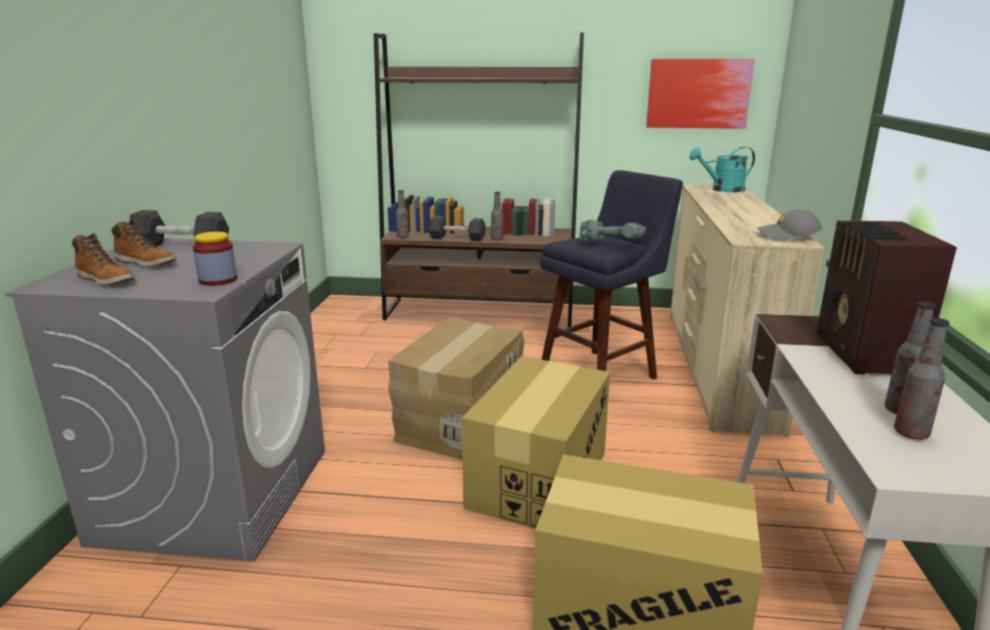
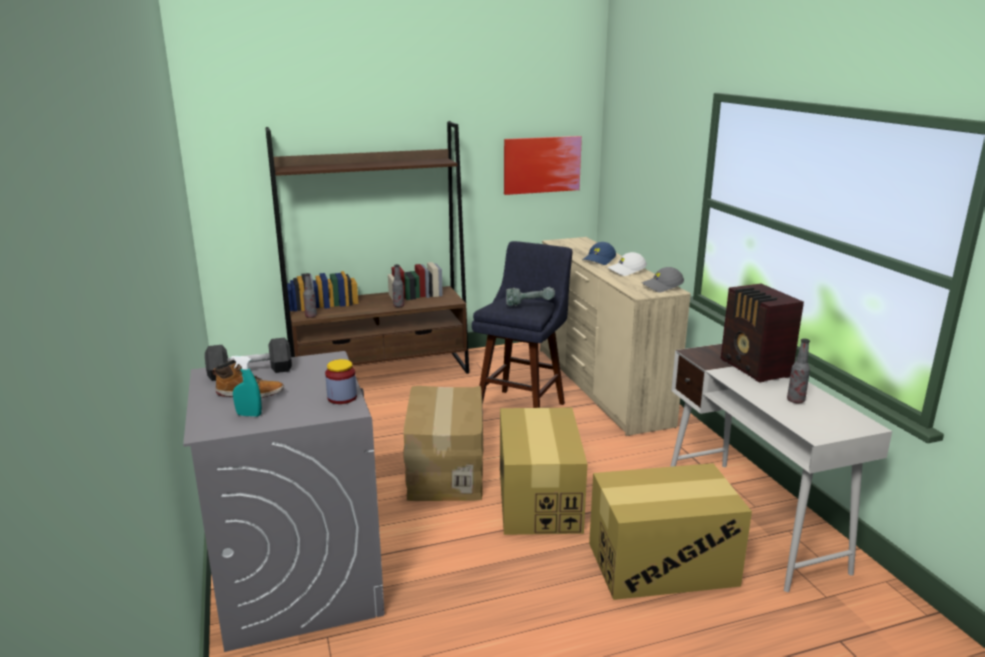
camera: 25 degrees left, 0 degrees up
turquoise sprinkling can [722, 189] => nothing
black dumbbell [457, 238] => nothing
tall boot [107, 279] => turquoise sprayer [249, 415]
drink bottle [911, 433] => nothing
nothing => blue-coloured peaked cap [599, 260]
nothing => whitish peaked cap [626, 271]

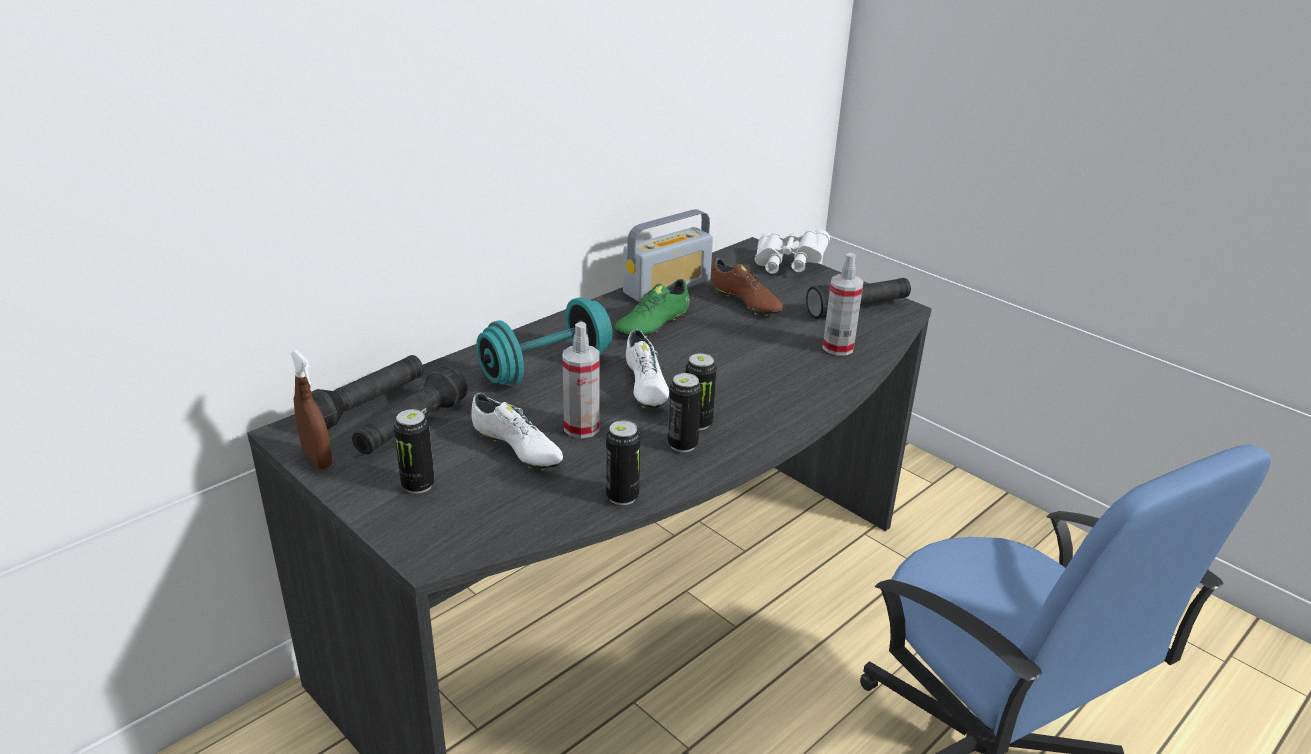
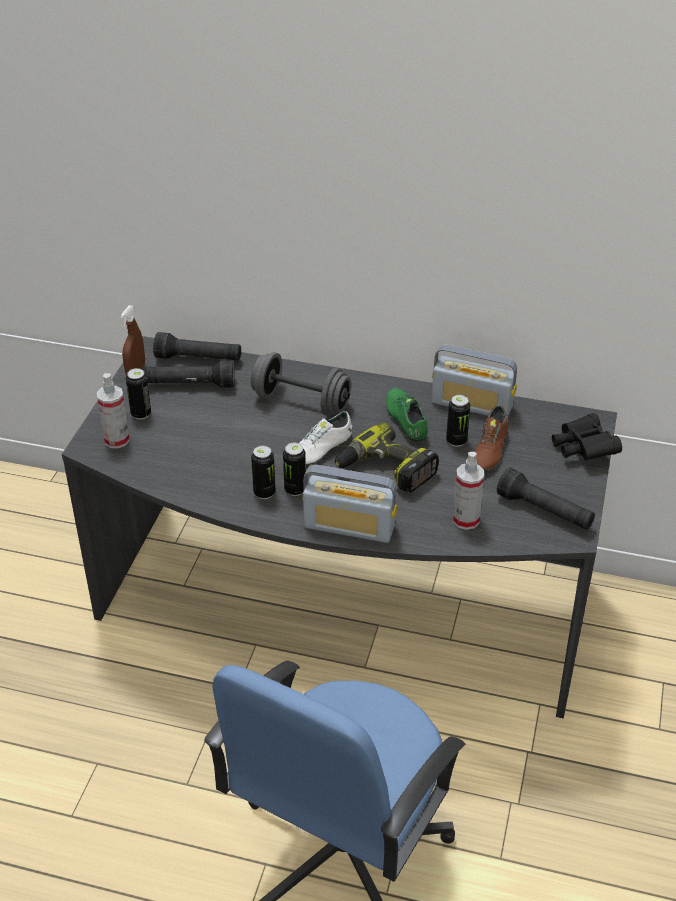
camera: 60 degrees right, 10 degrees up
whitish pair of binoculars [788, 265] => black pair of binoculars [582, 449]
green low shoe [652, 324] => green low shoe [406, 421], 60 degrees clockwise
turquoise dumbbell [546, 368] => gray dumbbell [301, 402]
sprayer [581, 428] => sprayer [117, 440], moved
whitish low shoe [517, 449] => nothing
sealed can [622, 497] => sealed can [456, 441], moved
nothing => electric drill [385, 470]
nothing => radio receiver [349, 526]

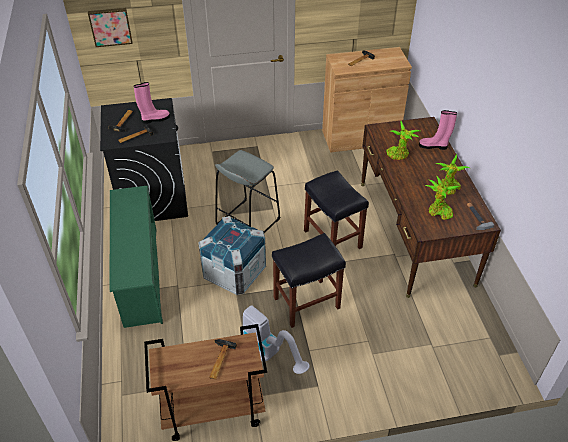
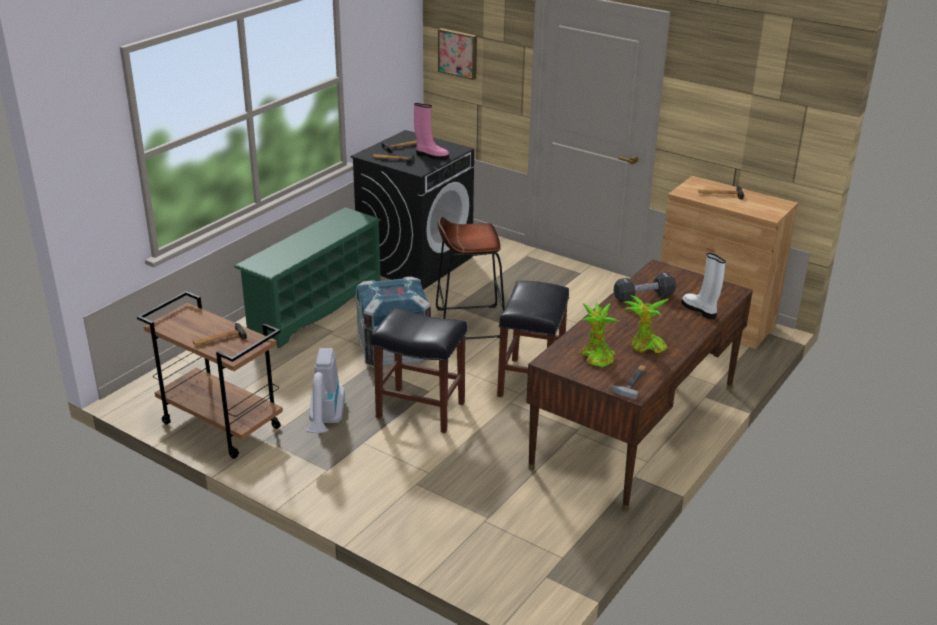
camera: 45 degrees right, 15 degrees down
pink tall boot [434, 146] => whitish tall boot [700, 310]
potted plant [399, 154] => black dumbbell [643, 297]
gray stool [247, 222] => brown-coloured stool [469, 323]

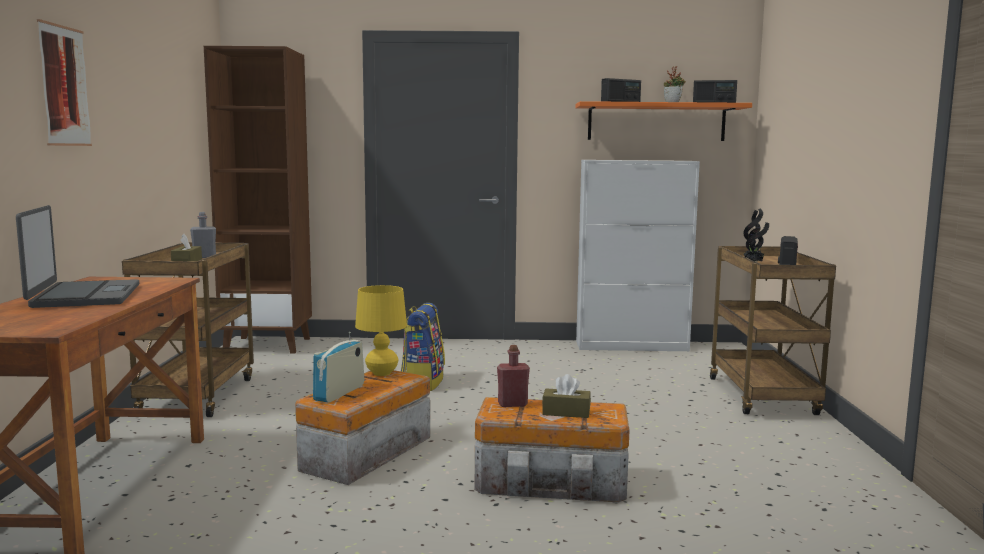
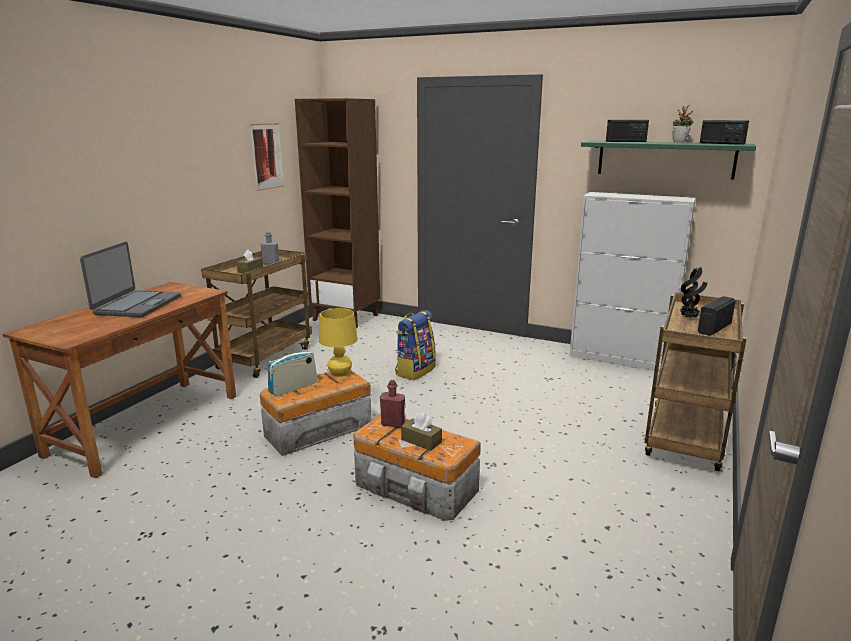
camera: 25 degrees right, 10 degrees up
picture [64, 86] => picture [267, 156], moved
orange-coloured shelf [656, 122] => green shelf [665, 159]

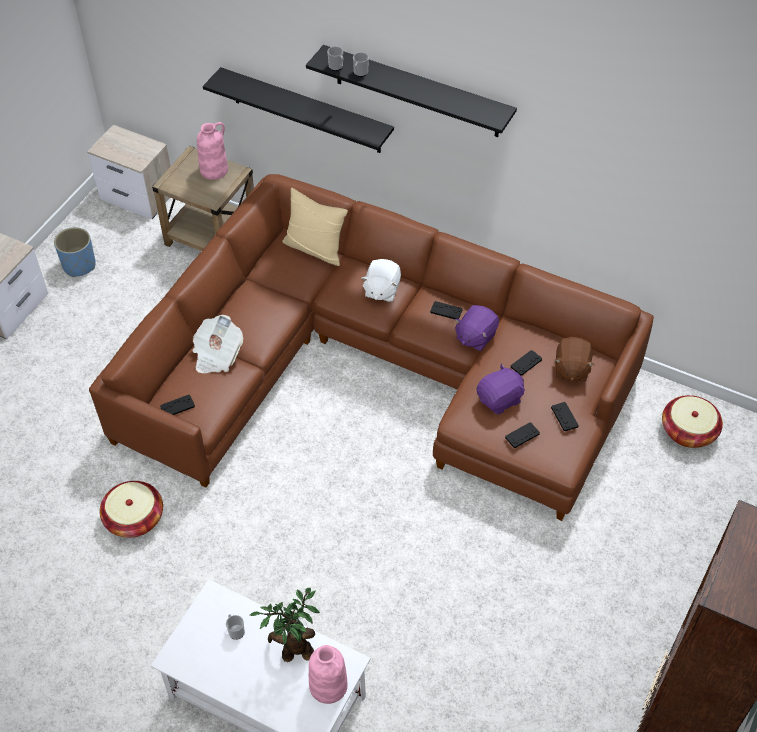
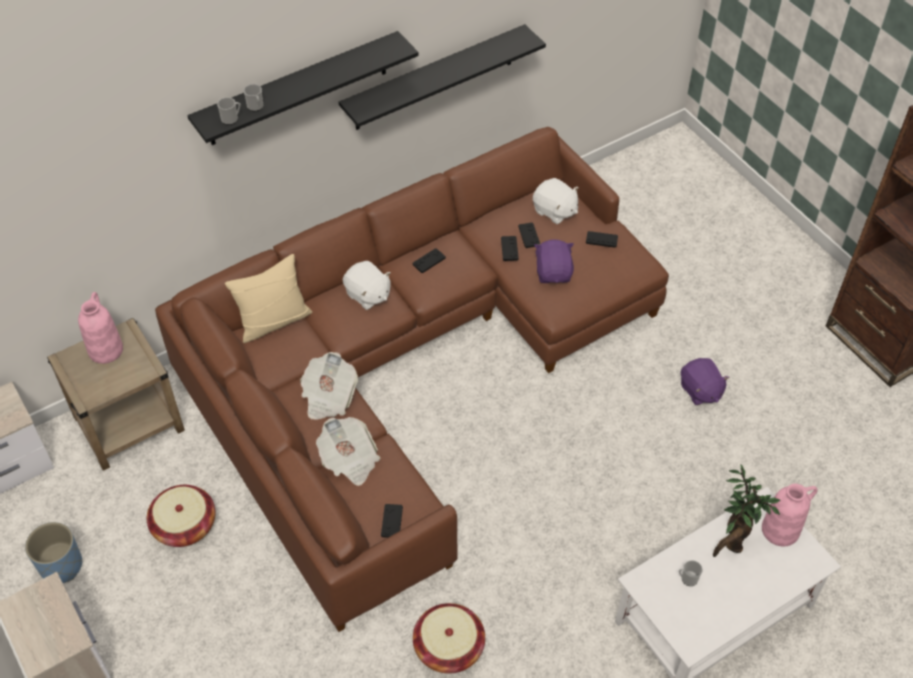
camera: 60 degrees left, 0 degrees up
black shelf [306, 111] => black shelf [434, 78], moved
purplish cuddly toy [475, 337] => purplish cuddly toy [700, 390], moved
brown-coloured cuddly toy [571, 369] => whitish cuddly toy [554, 211]
household basket [688, 431] => household basket [184, 525], moved
black game controller [522, 435] => black game controller [509, 249], moved
nothing => newspaper [328, 397]

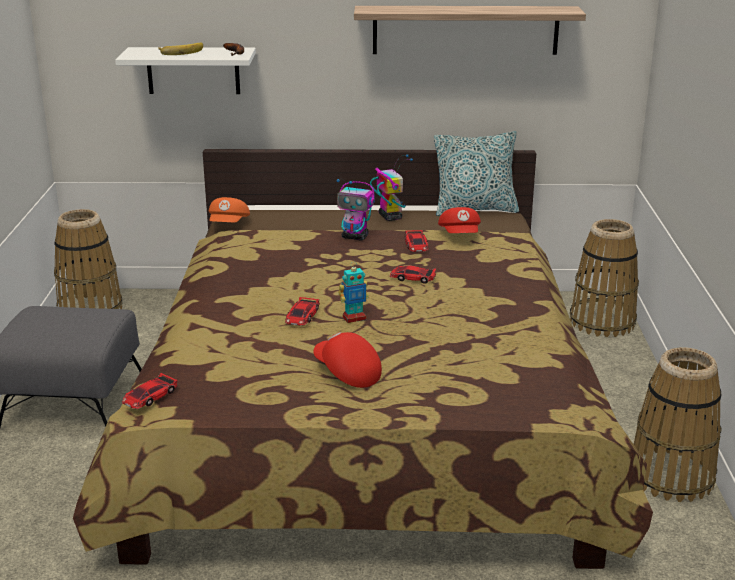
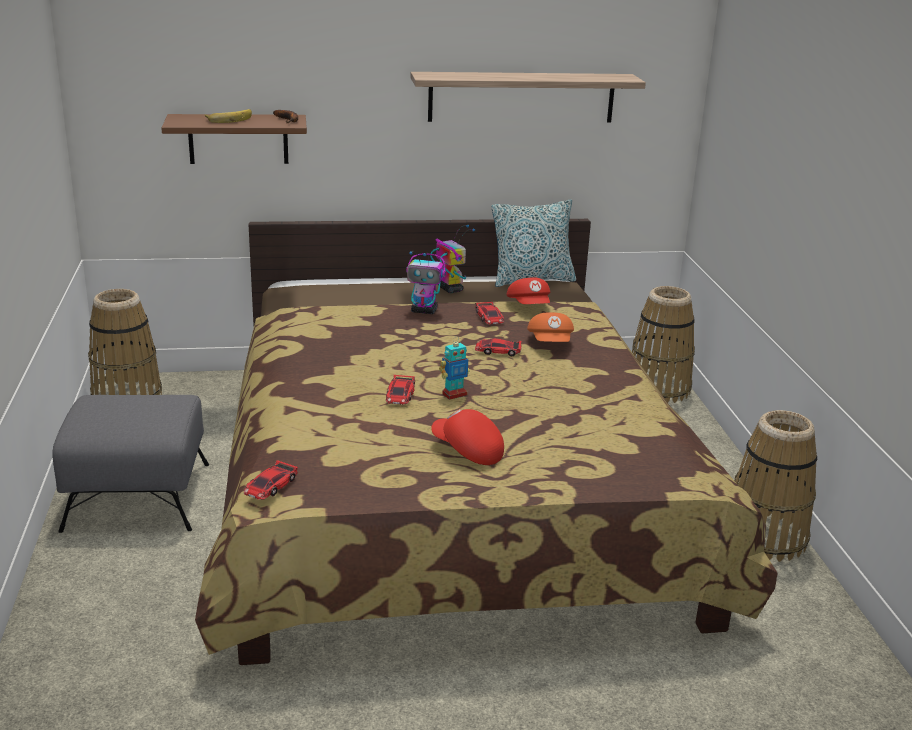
camera: 10 degrees left, 0 degrees up
whitish shelf [193, 70] => brown-coloured shelf [238, 139]
orange-coloured peaked cap [229, 224] => orange-coloured peaked cap [551, 343], moved

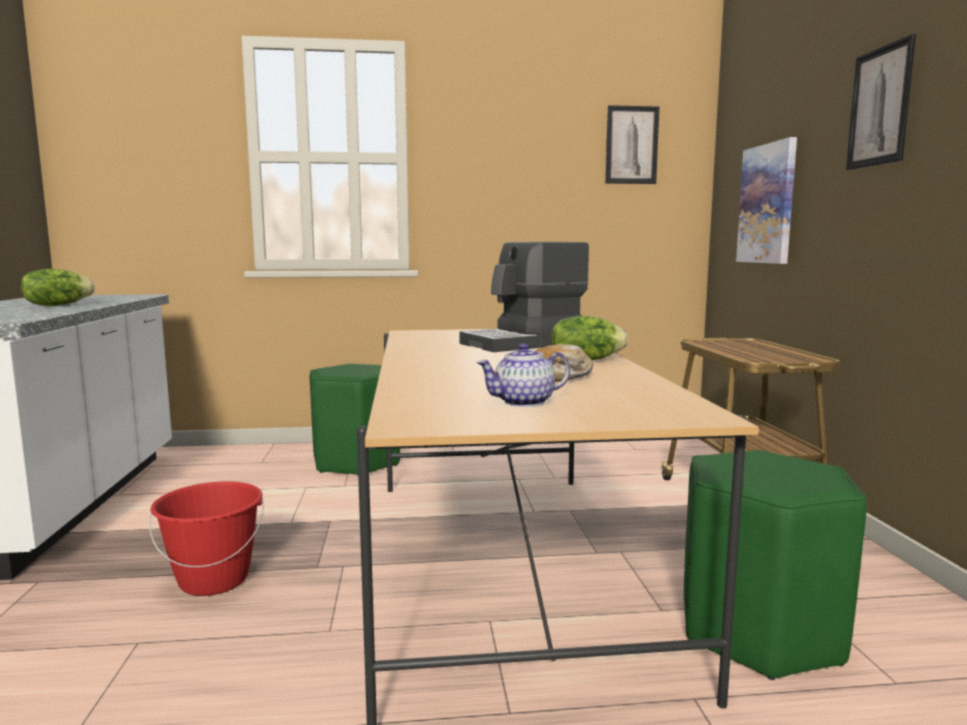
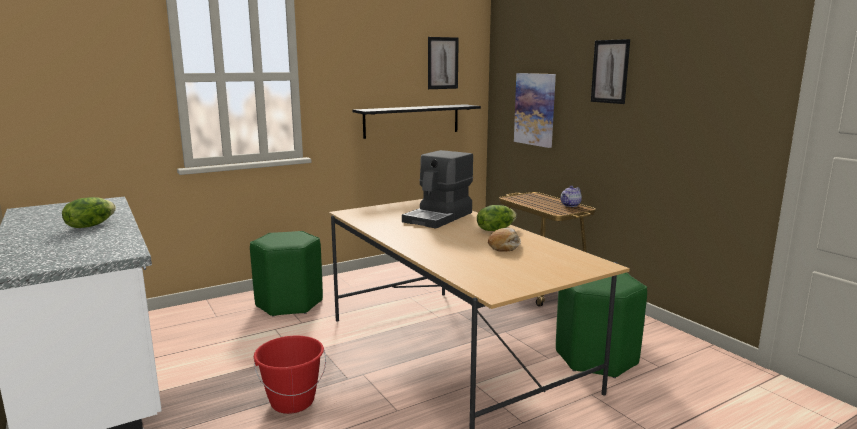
camera: 25 degrees left, 5 degrees up
teapot [523, 402] => teapot [570, 205], moved
nothing => black shelf [412, 121]

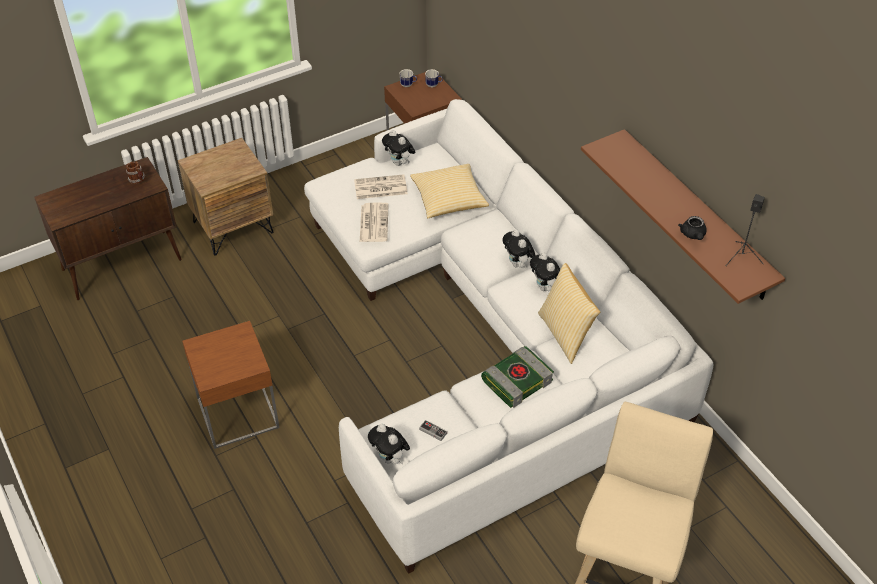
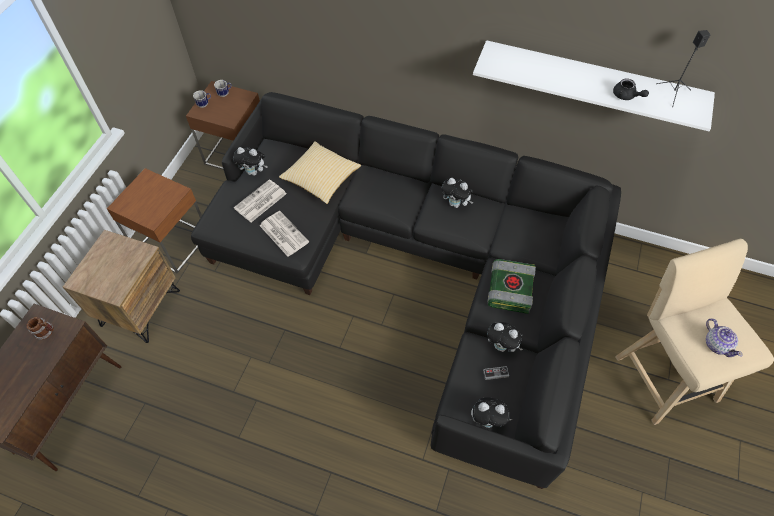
camera: 40 degrees left, 10 degrees up
whitish couch [487, 338] => black couch [418, 266]
brown-coloured shelf [696, 215] => whitish shelf [591, 81]
cuddly toy [518, 264] => cuddly toy [501, 346], moved
throw pillow [565, 334] => nothing
brown-coloured side table [238, 412] => brown-coloured side table [172, 242], moved
nothing => teapot [716, 344]

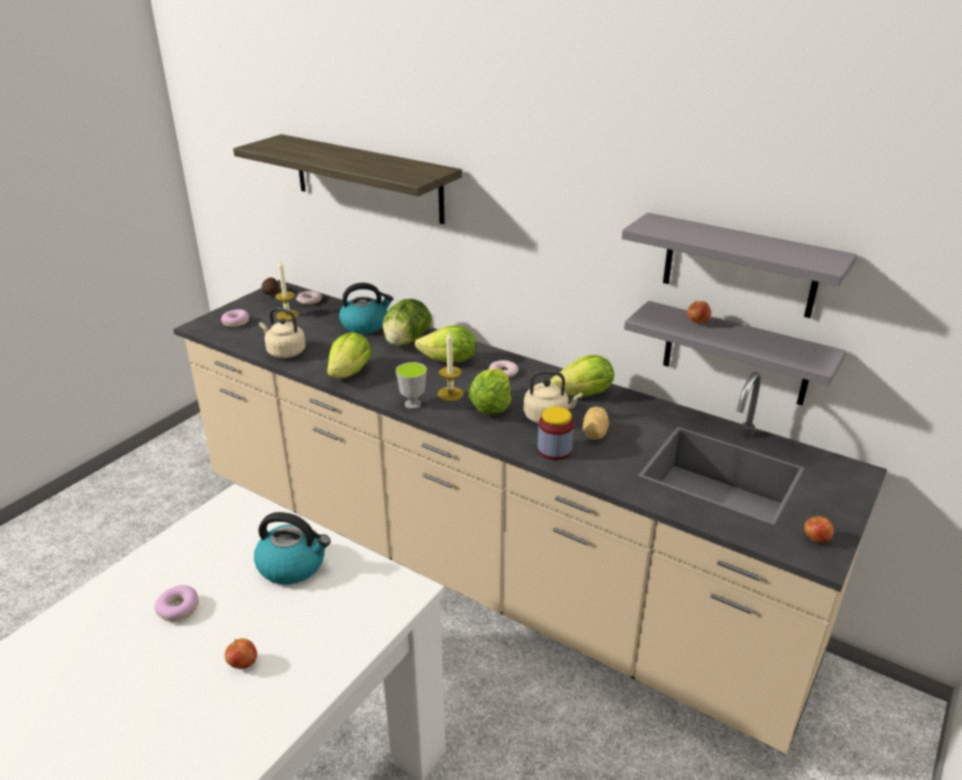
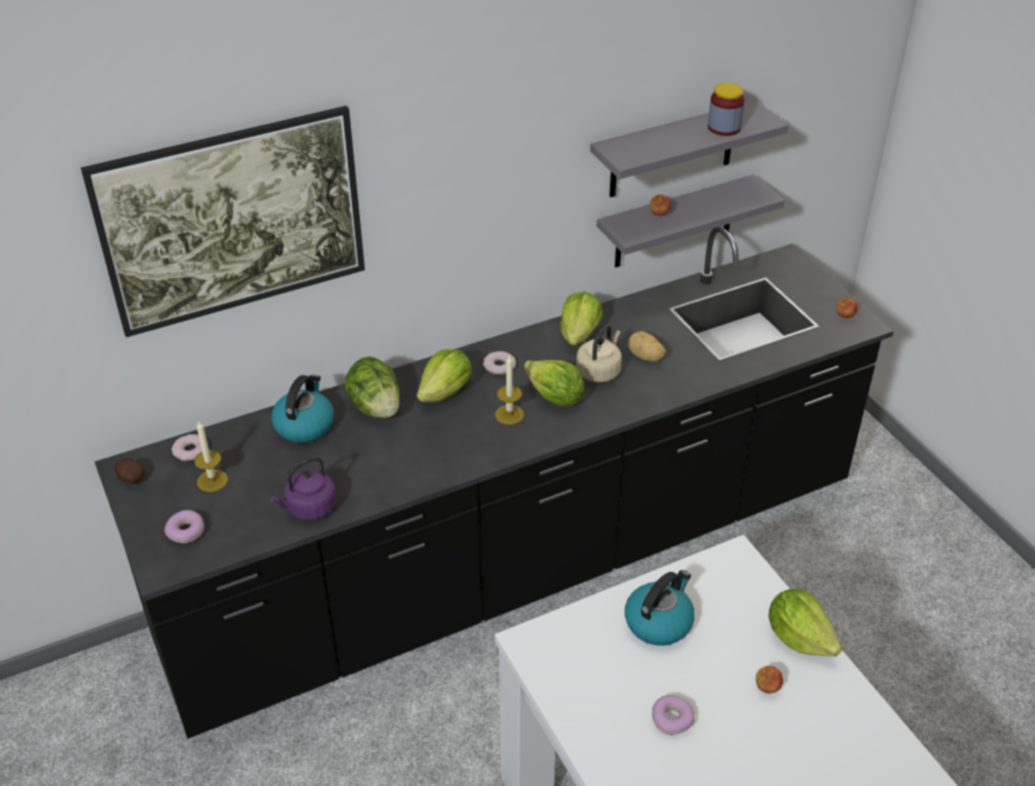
camera: 60 degrees left, 10 degrees up
shelf [367, 178] => picture [240, 261]
beige-coloured kitchen base unit [481, 566] => black kitchen base unit [517, 564]
beige-coloured kettle [284, 352] => purplish kettle [309, 508]
head of lettuce [350, 373] => head of lettuce [799, 637], moved
drinking cup [413, 404] => nothing
jar [554, 450] => jar [724, 127], moved

